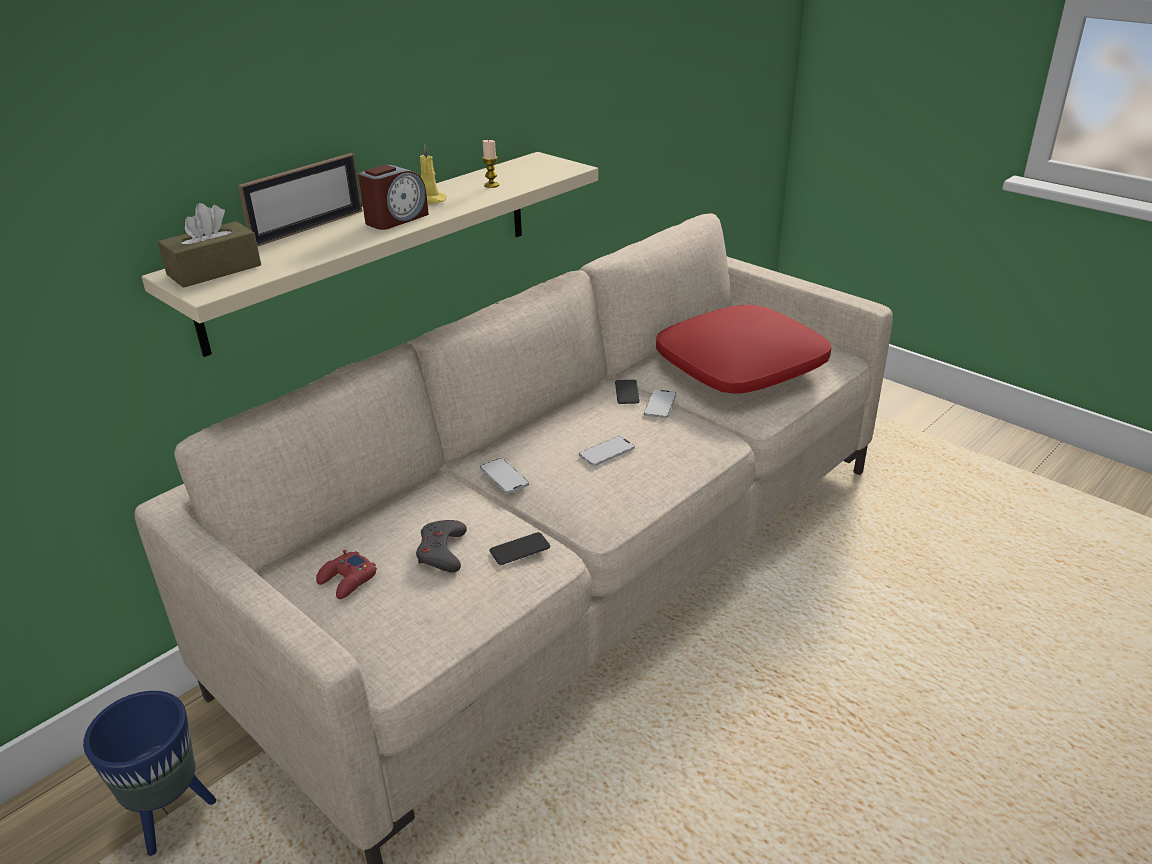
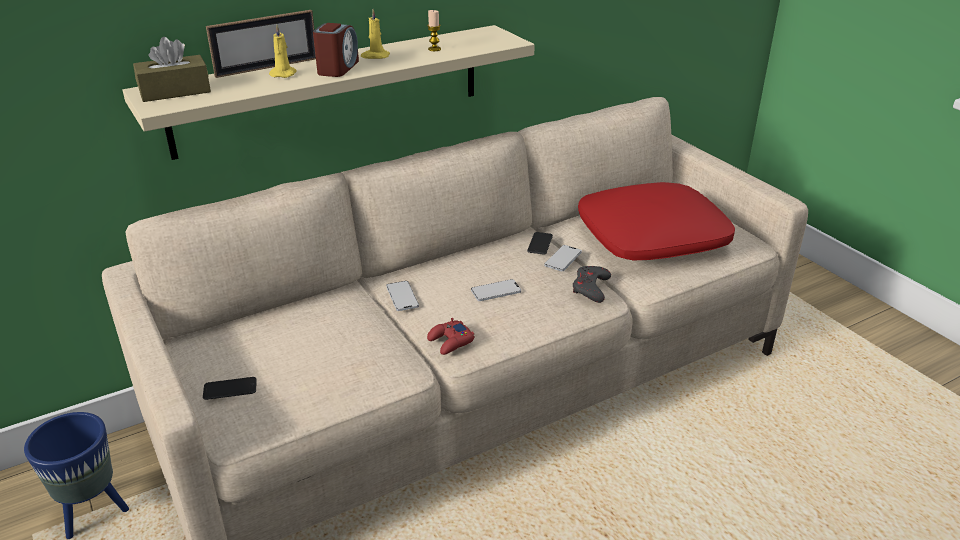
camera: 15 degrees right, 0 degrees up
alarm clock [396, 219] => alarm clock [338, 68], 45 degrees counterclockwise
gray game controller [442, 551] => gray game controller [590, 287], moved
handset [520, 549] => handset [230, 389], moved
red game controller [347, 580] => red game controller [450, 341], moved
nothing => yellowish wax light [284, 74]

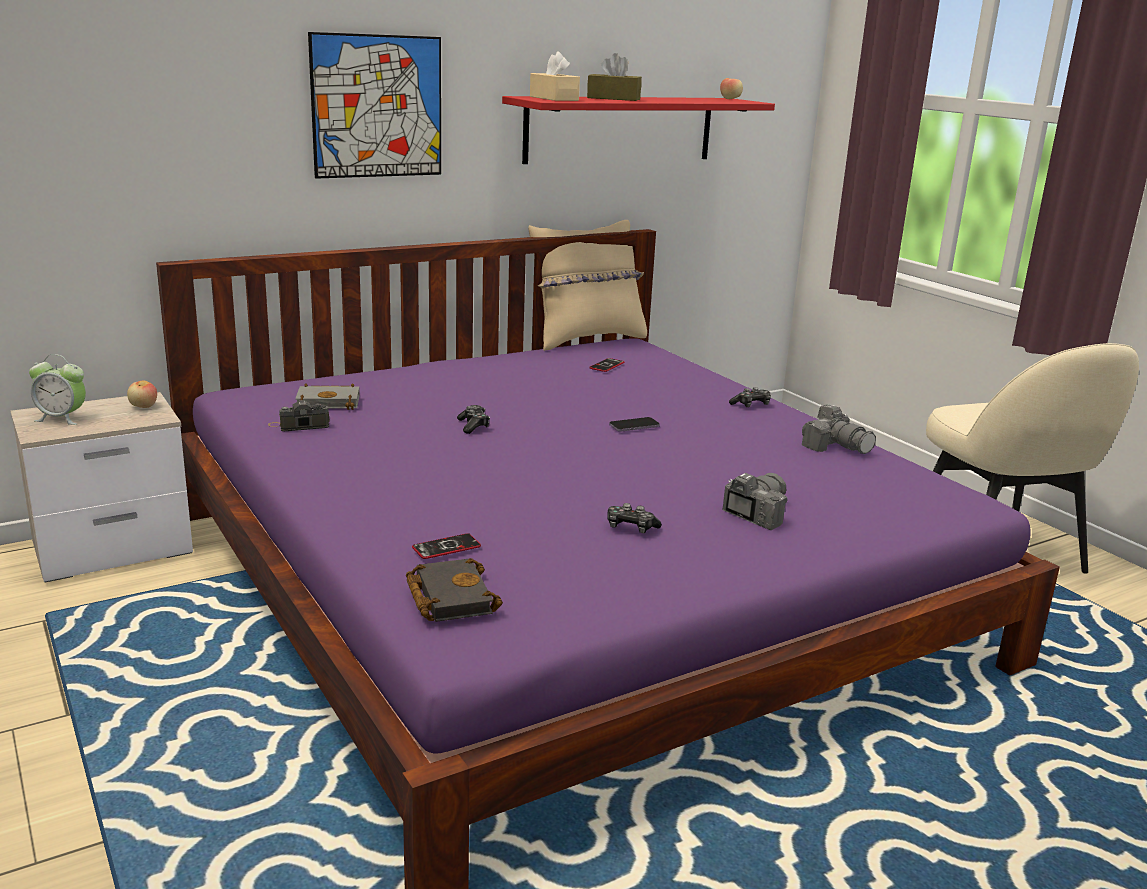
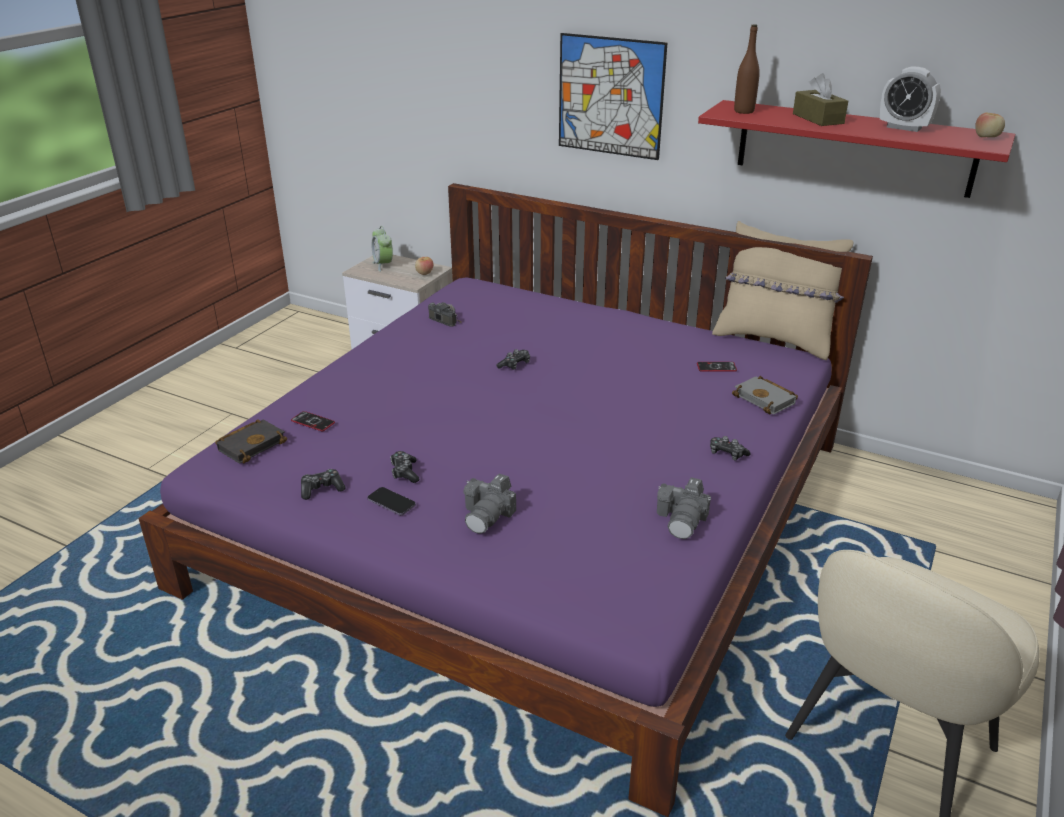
camera: 60 degrees right, 10 degrees up
beige-coloured tissue holder [554, 98] => brown-coloured drink bottle [744, 111]
gray book [330, 402] => gray book [766, 399], moved
handset [634, 426] => handset [391, 503], moved
photo camera [756, 512] => photo camera [488, 515], 105 degrees clockwise
nothing => alarm clock [904, 128]
nothing => game controller [322, 489]

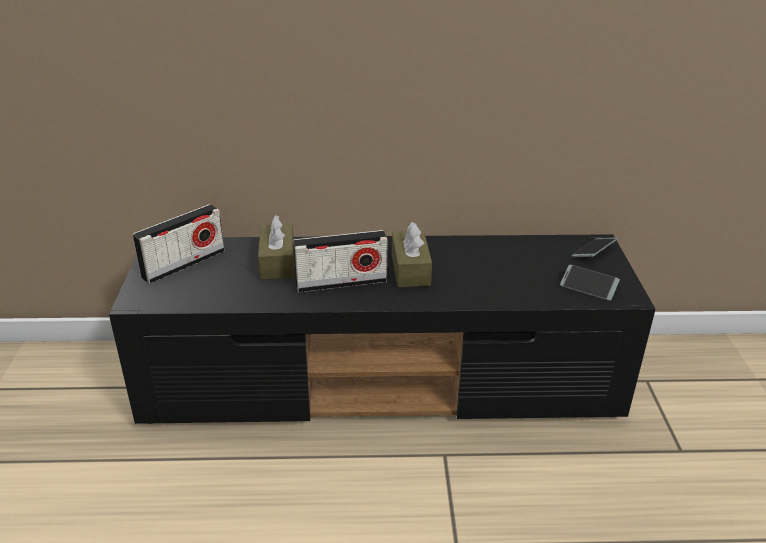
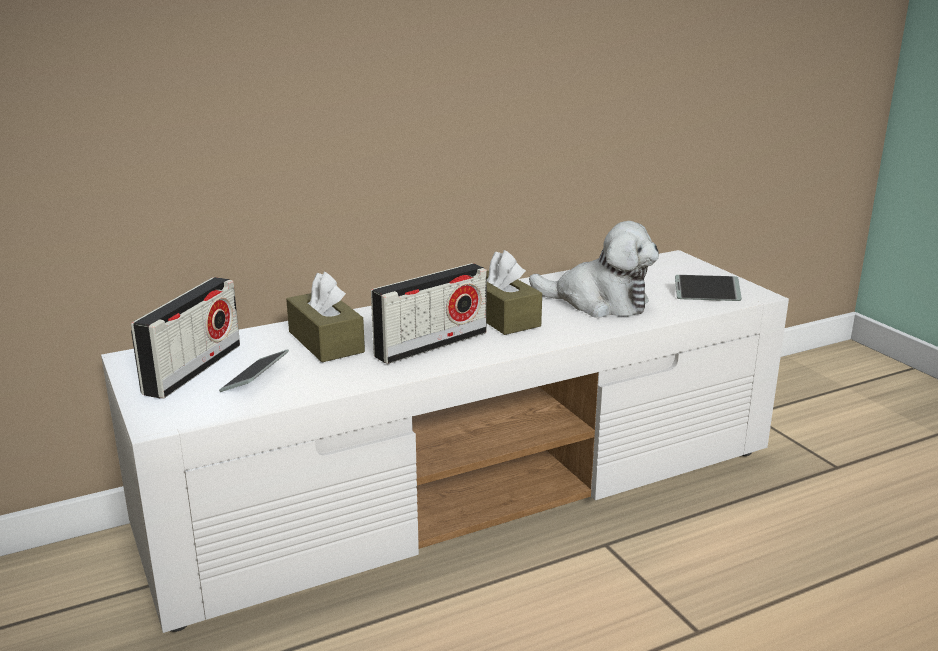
camera: 25 degrees left, 10 degrees down
black media console [384, 381] => whitish media console [471, 490]
handset [593, 252] => handset [255, 378], moved
nothing => cuddly toy [599, 302]

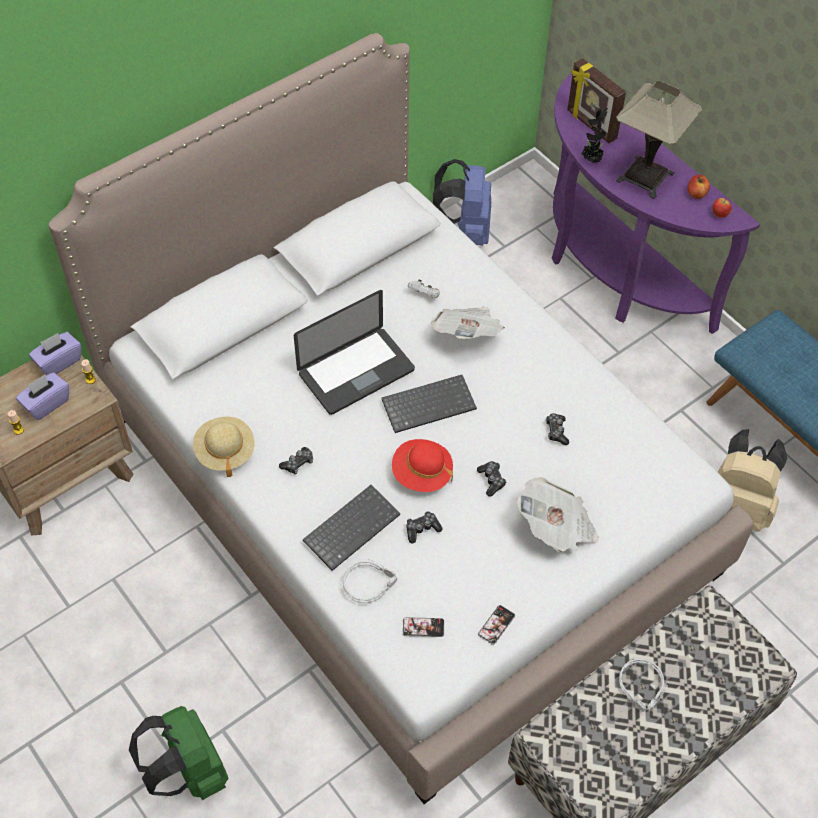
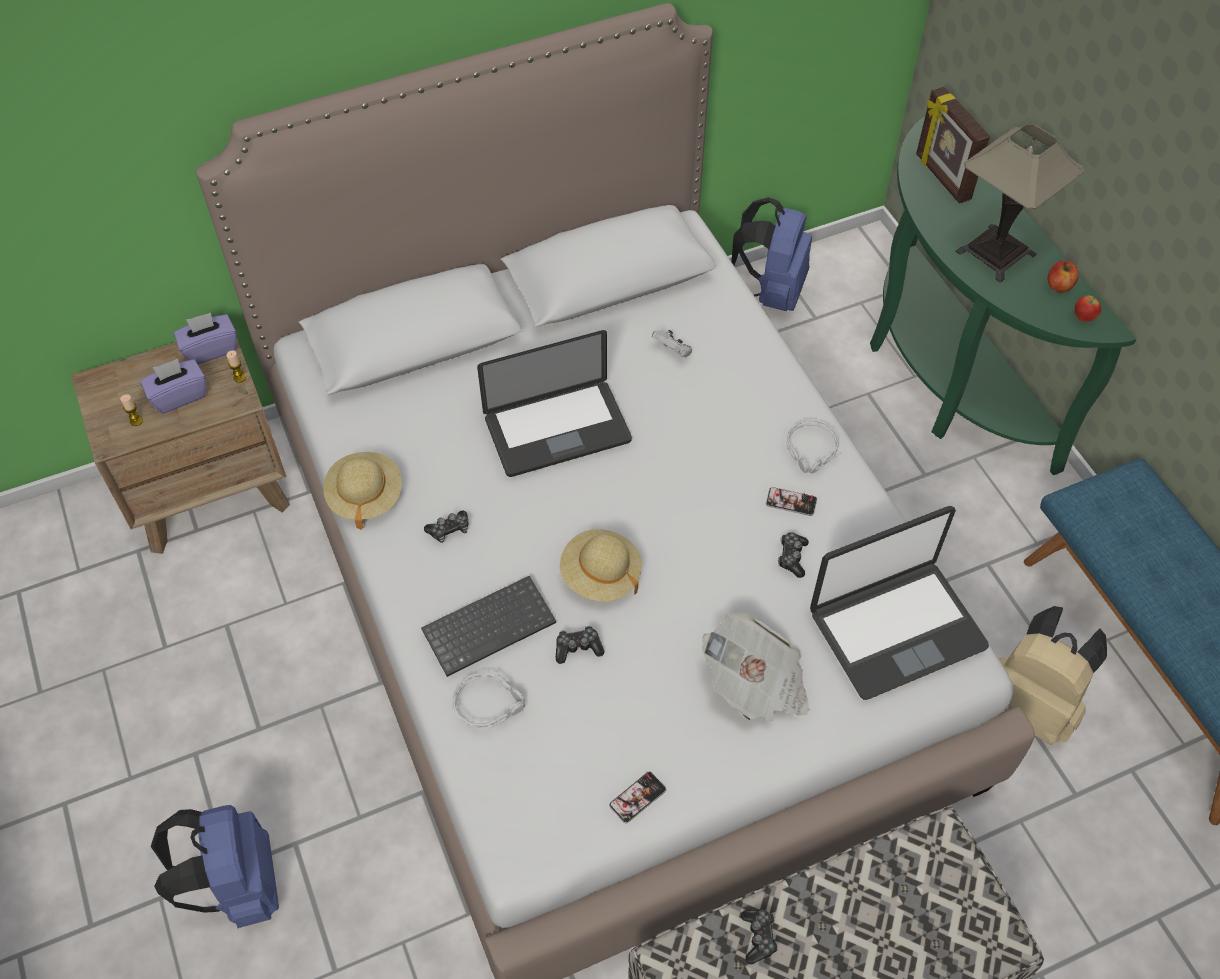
camera: 15 degrees right, 0 degrees up
purplish narrow table [612, 273] => green narrow table [942, 375]
potted plant [592, 160] => nothing
newspaper [467, 334] => nothing
PC keyboard [429, 403] => nothing
red clothing hat [422, 473] => beige-coloured clothing hat [600, 575]
game controller [491, 480] => game controller [759, 937], moved
handset [423, 627] => handset [791, 502], moved
gray pair of headphones [642, 687] => gray pair of headphones [813, 451], moved
green backpack [188, 771] => blue-coloured backpack [238, 886]
nothing => laptop [896, 628]

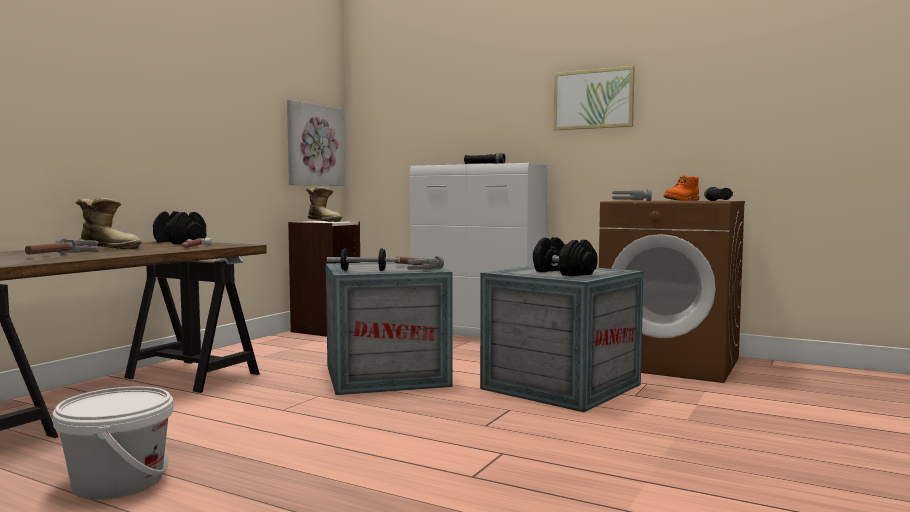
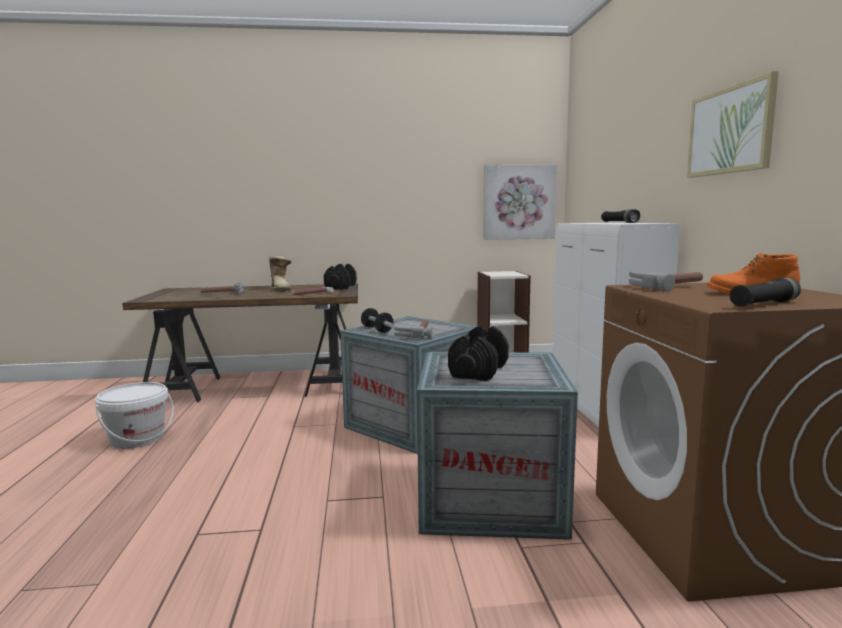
camera: 55 degrees right, 5 degrees up
tall boot [324, 221] => nothing

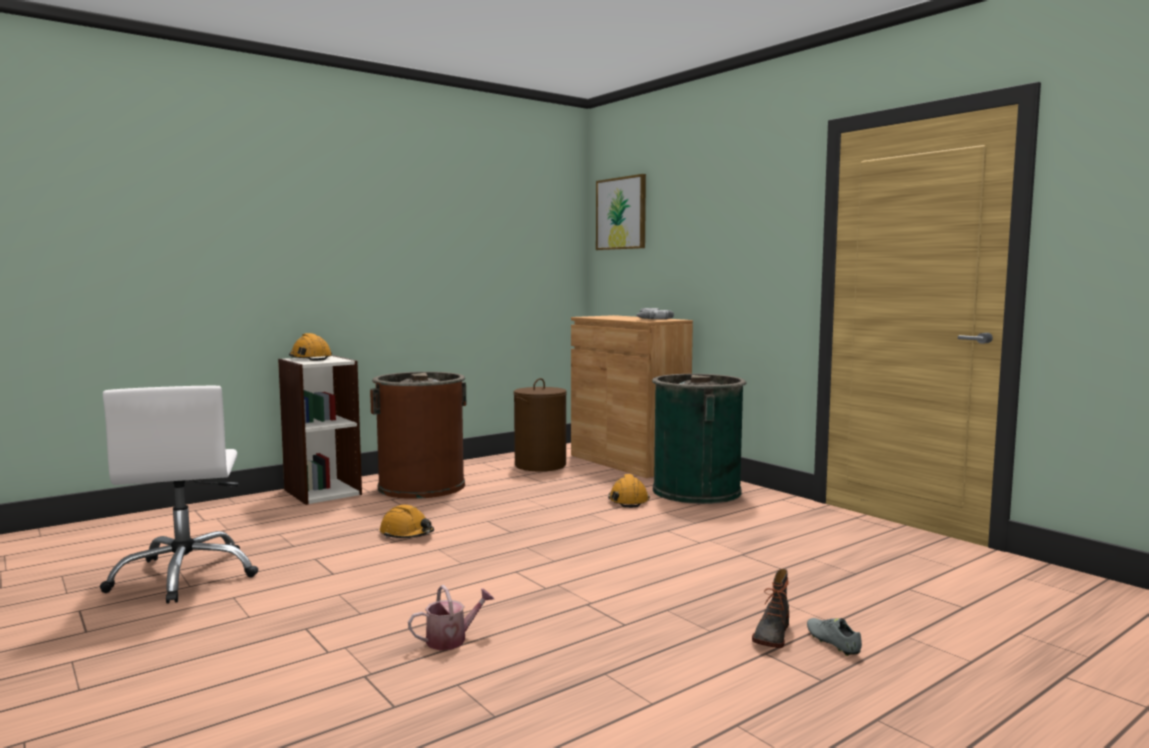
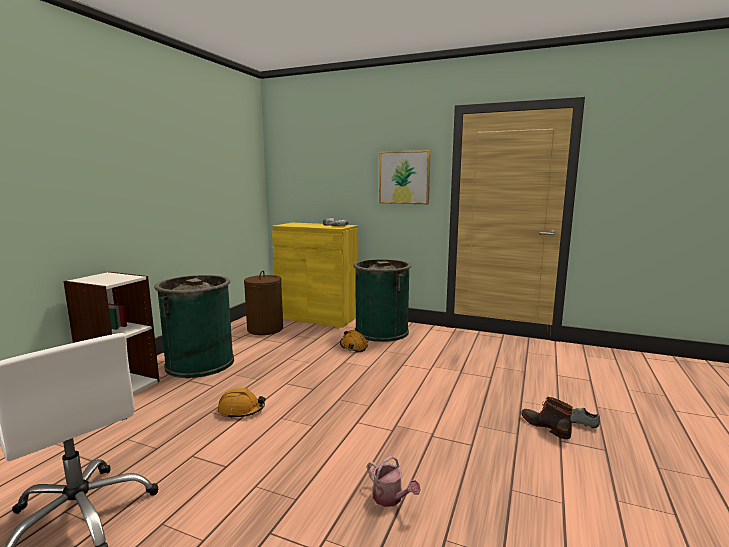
camera: 30 degrees left, 5 degrees up
picture [621, 213] => picture [404, 177], moved
brown-coloured storage cabinet [628, 462] => yellowish storage cabinet [317, 317]
orange-coloured safety helmet [310, 358] => nothing
brown-coloured trash can [422, 486] => green trash can [200, 363]
tall boot [771, 634] => tall boot [545, 426], 150 degrees clockwise
sprinkling can [452, 639] => sprinkling can [391, 498], 105 degrees clockwise

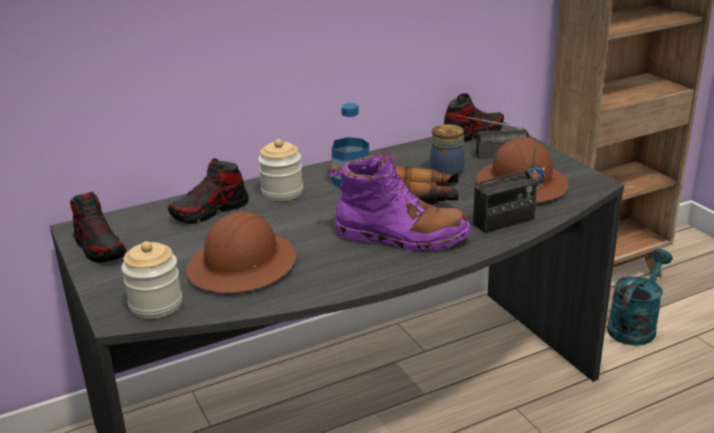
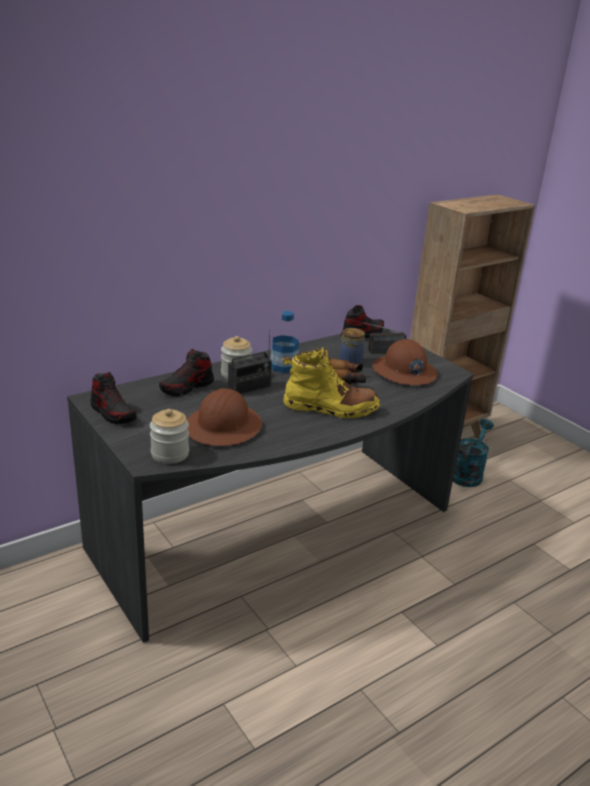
camera: 10 degrees left, 0 degrees up
radio receiver [504, 222] => radio receiver [249, 387], moved
purplish tall boot [401, 237] => yellowish tall boot [330, 408]

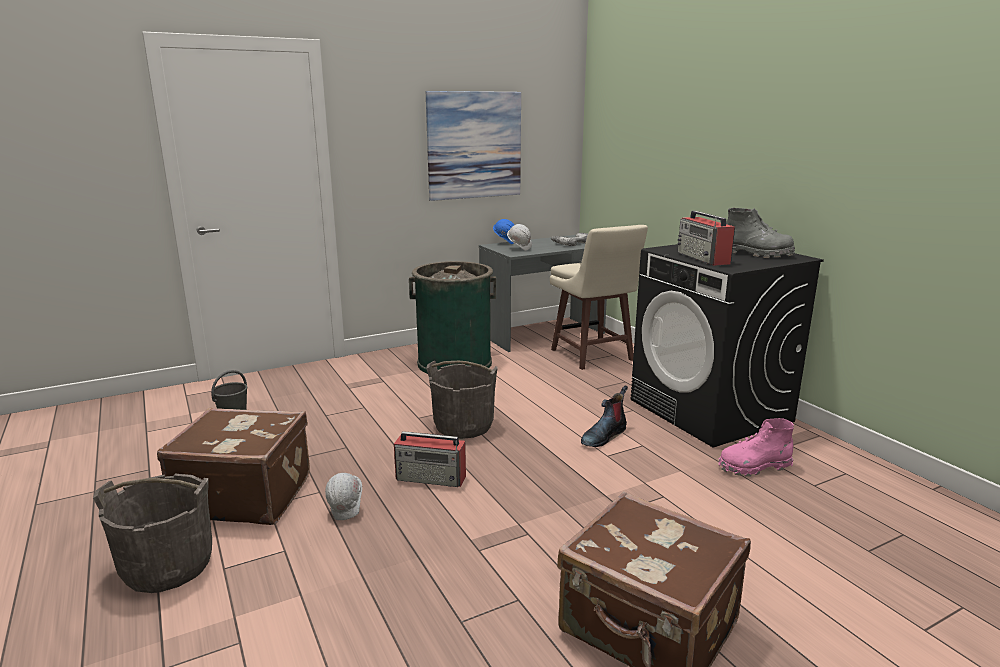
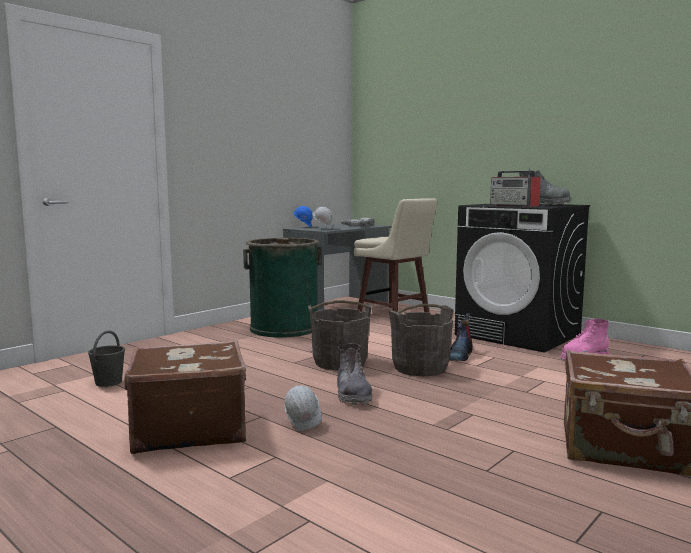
camera: 20 degrees left, 10 degrees down
picture [474, 145] => nothing
radio receiver [431, 478] => gray tall boot [353, 395]
gray water bucket [168, 566] => gray water bucket [420, 368], moved

